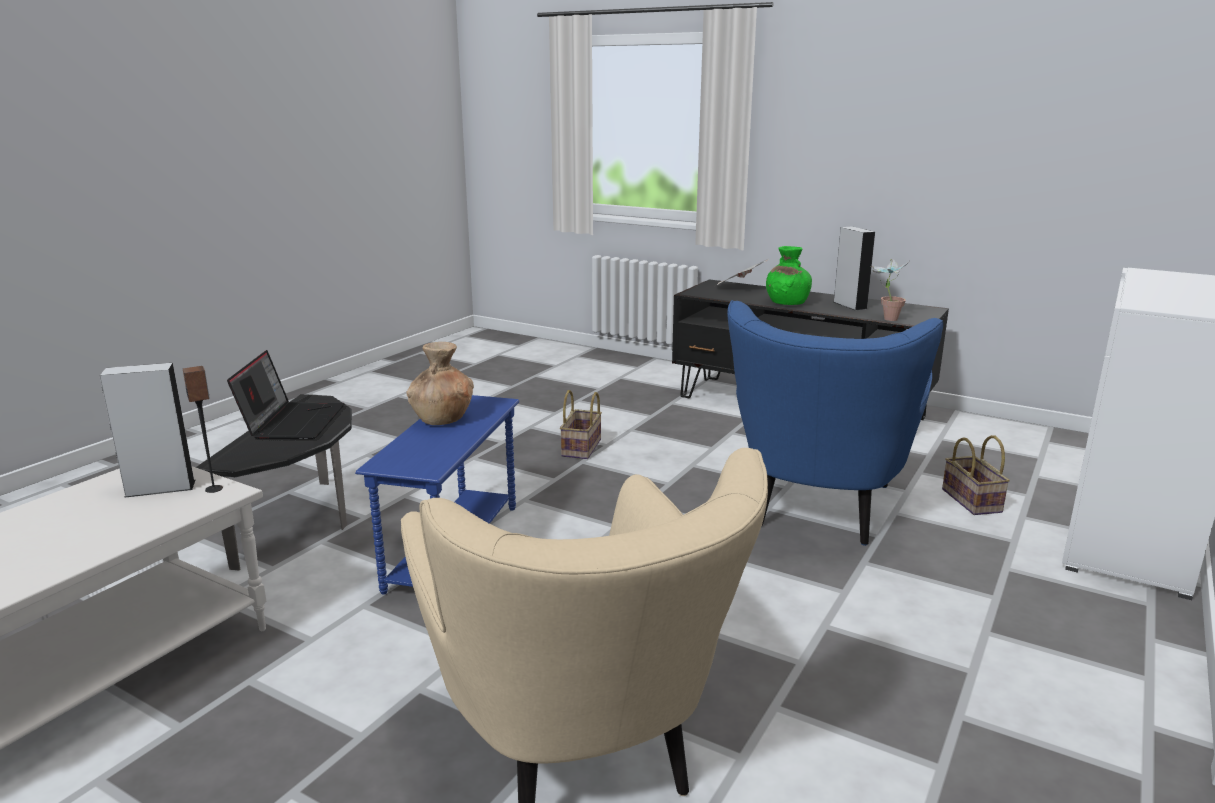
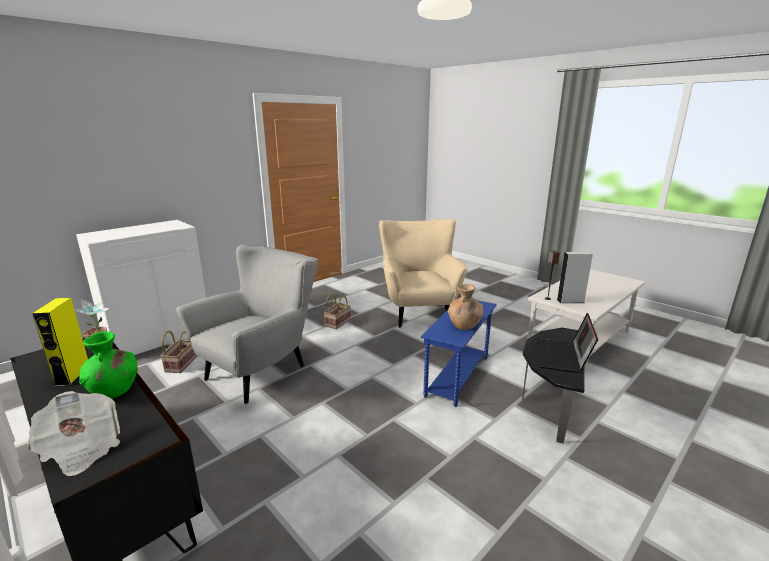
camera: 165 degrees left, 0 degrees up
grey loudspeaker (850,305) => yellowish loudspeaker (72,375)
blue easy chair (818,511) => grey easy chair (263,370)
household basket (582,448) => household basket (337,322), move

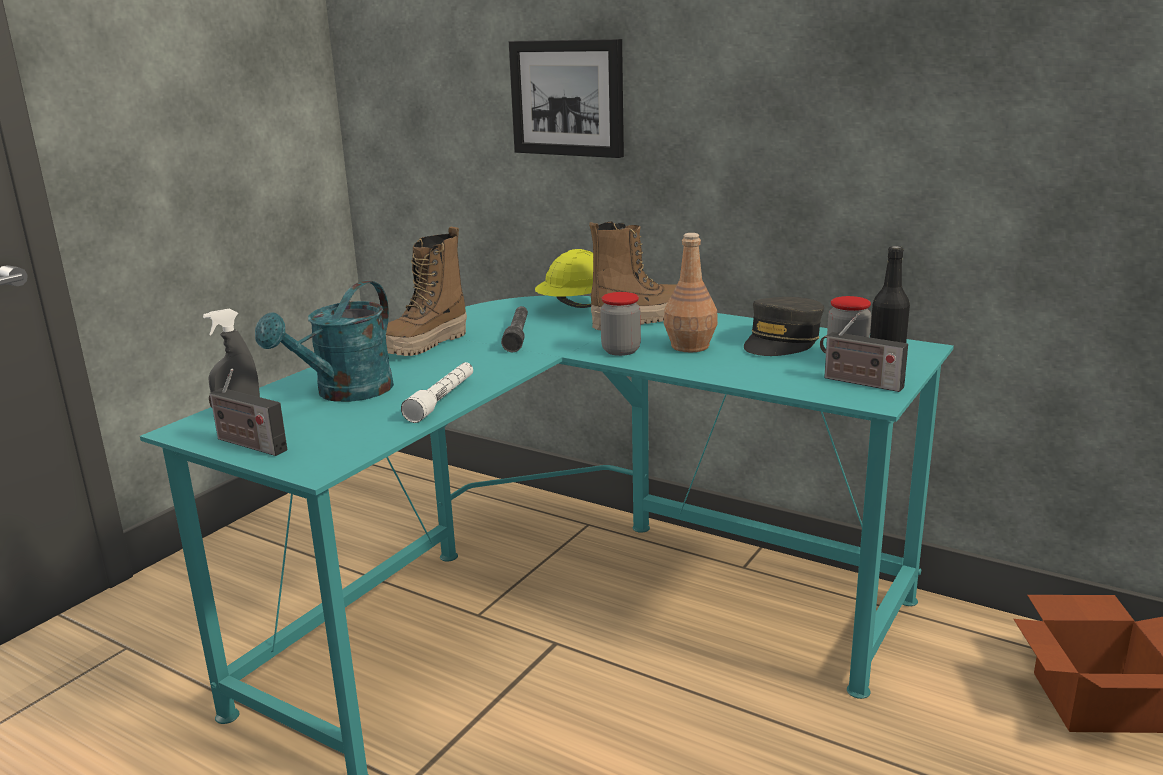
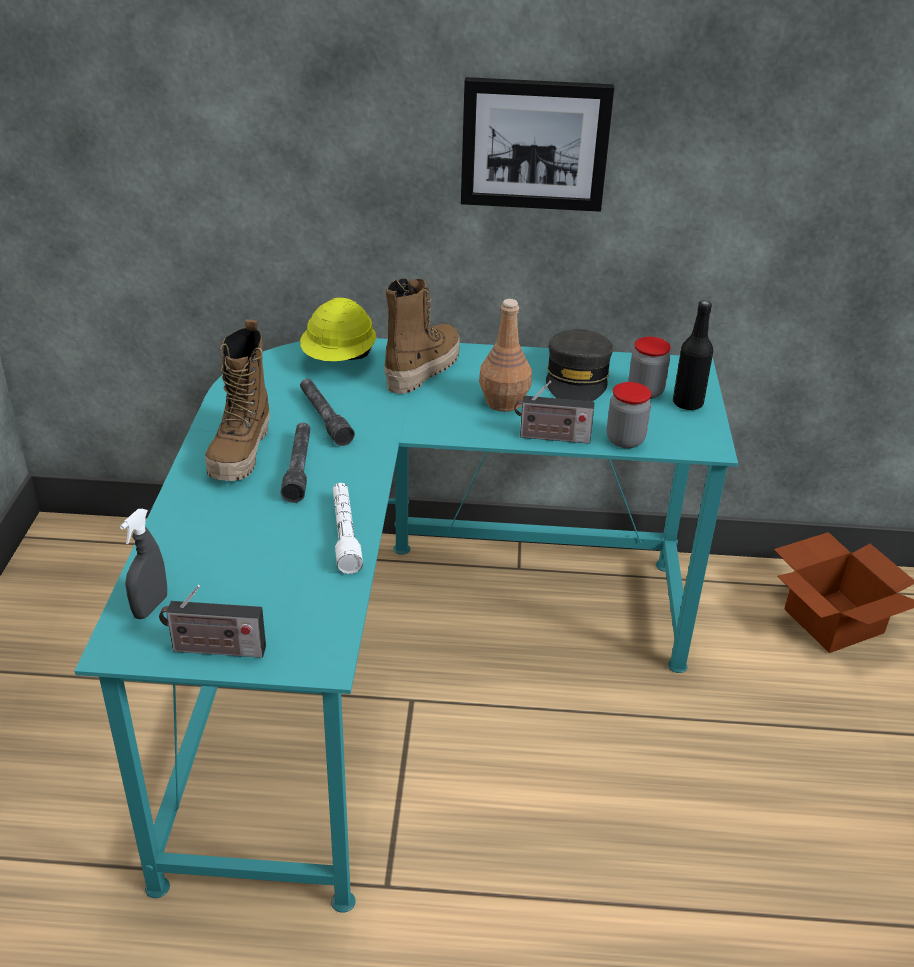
camera: 30 degrees left, 15 degrees up
nothing => grey flashlight (298,468)
wall picture (568,98) => wall picture (534,144), move
radio (859,382) => radio (551,437), move
preserve jar (621,351) => preserve jar (625,440), move
turquoise-coloured sprinkling can (345,393) => nothing

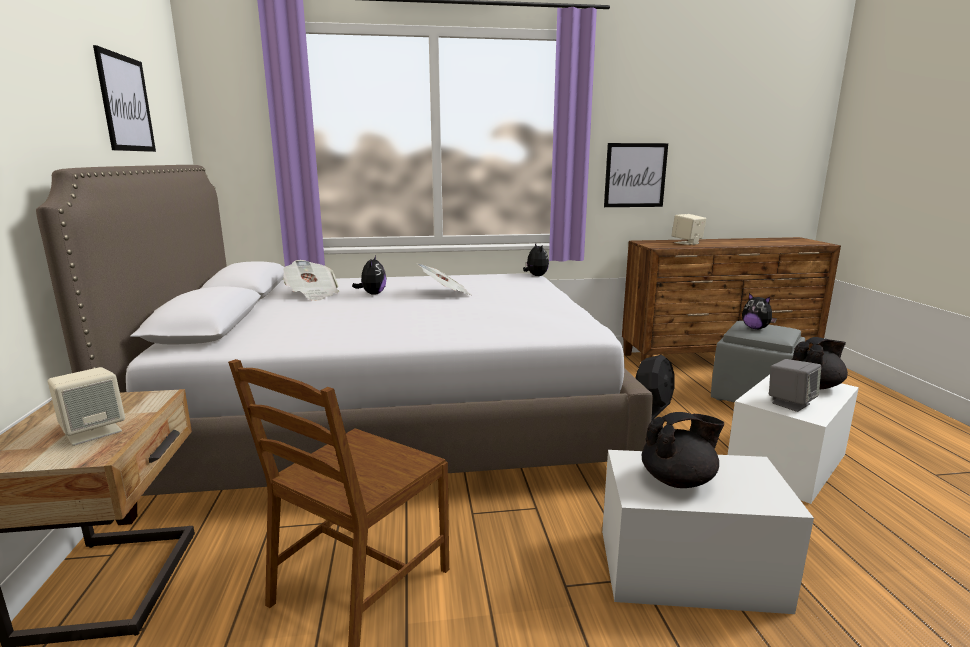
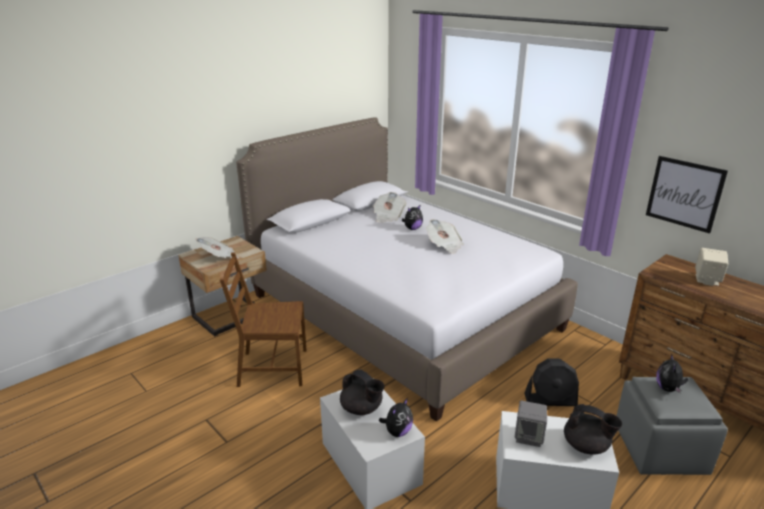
camera: 55 degrees right, 10 degrees up
beige loudspeaker (93,432) => newspaper (219,257)
plush toy (535,276) => plush toy (397,432), move
wall picture (126,103) => nothing

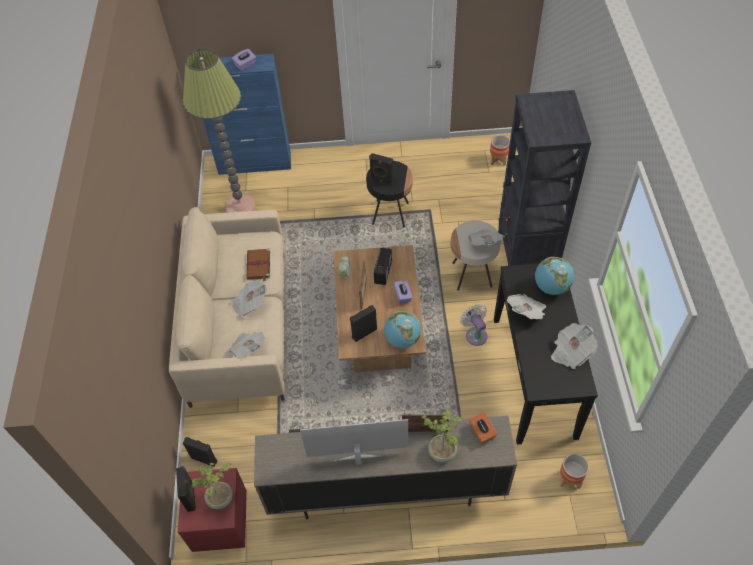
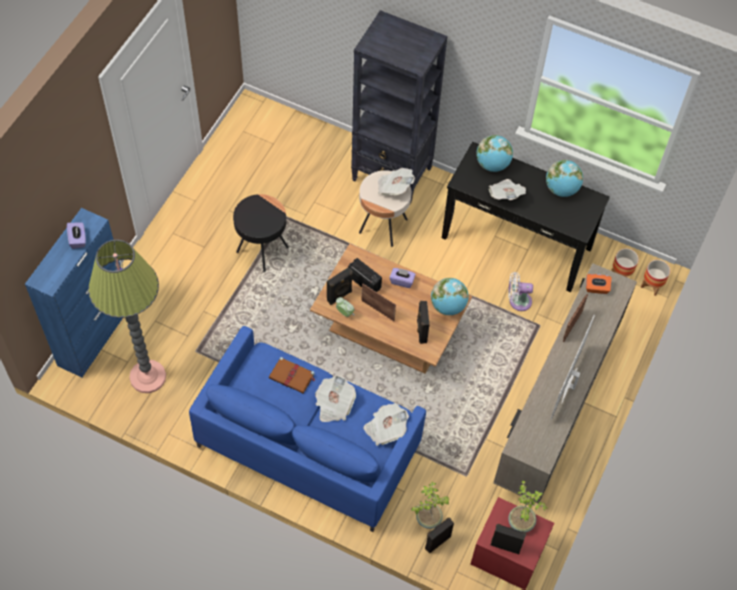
camera: 65 degrees left, 5 degrees up
beige couch (240,328) => blue couch (308,447)
blackish loudspeaker (381,181) => blackish loudspeaker (340,296), move
plant in a pot (442,451) => plant in a pot (428,518), move
white electric fan (475,334) => white electric fan (517,301), move
newspaper (571,352) => world globe (561,189)
plant pot (498,160) => plant pot (652,285), move

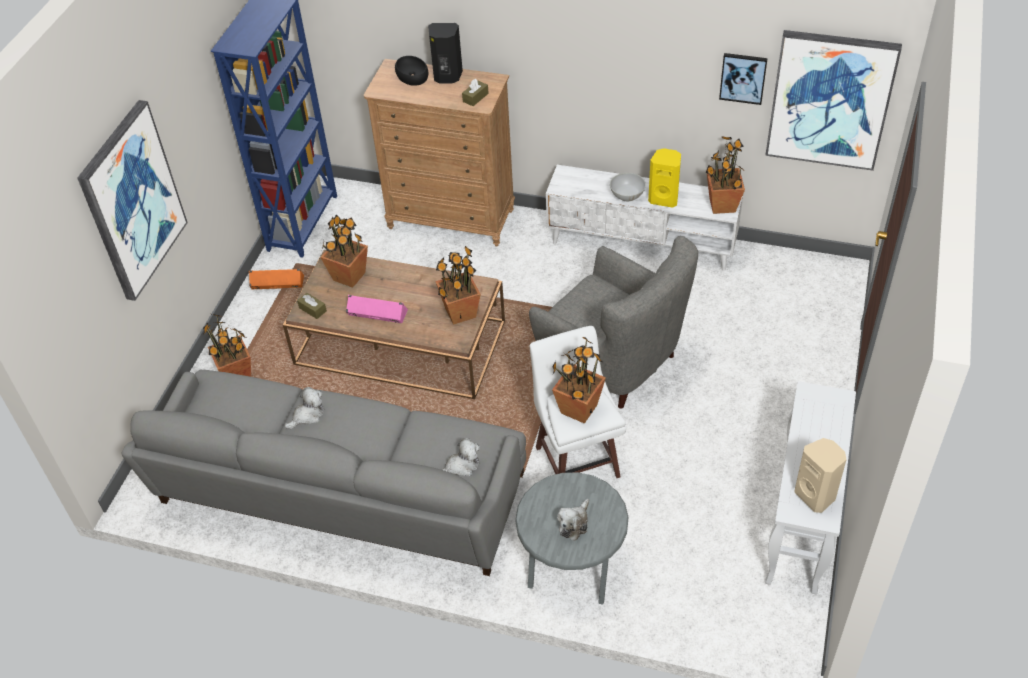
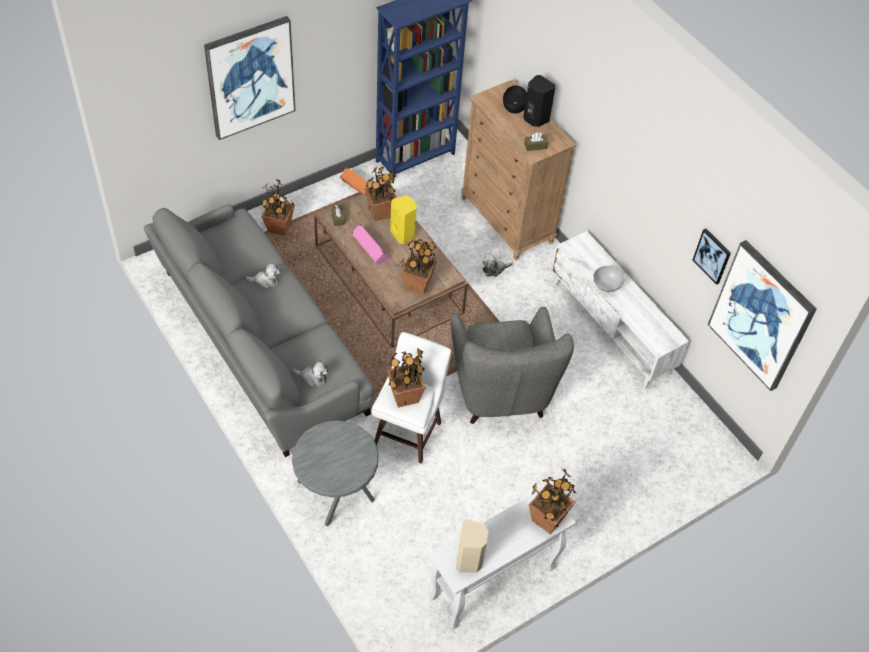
camera: 35 degrees right, 5 degrees up
yellowish loudspeaker (664,198) => yellowish loudspeaker (403,234), move
plush toy (574,524) => plush toy (494,269), move
plant in a pot (721,205) => plant in a pot (547,519), move

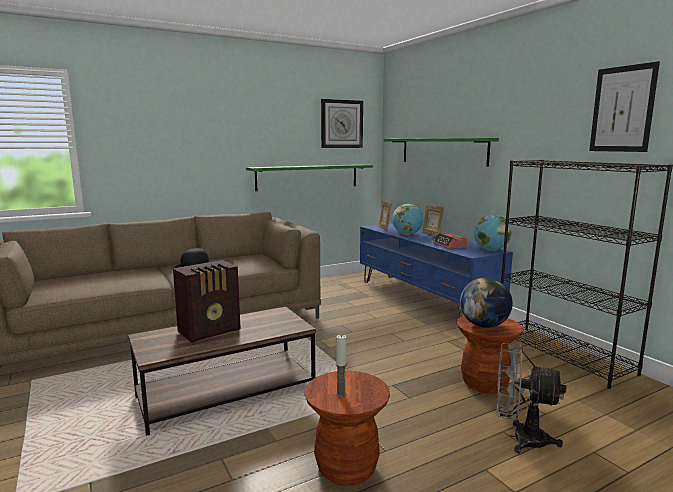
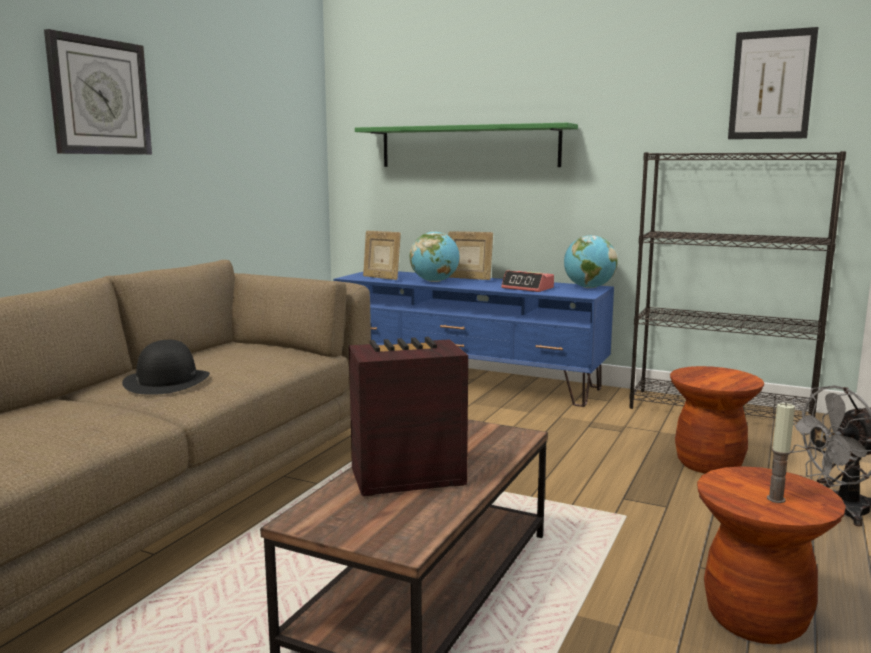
camera: 35 degrees left, 0 degrees up
clock on the wall (341,124) => clock on the wall (99,97), move
radio (211,331) => radio (405,477), 120 degrees counterclockwise
green-coloured bracket shelf (307,177) => nothing
world globe (484,325) => nothing

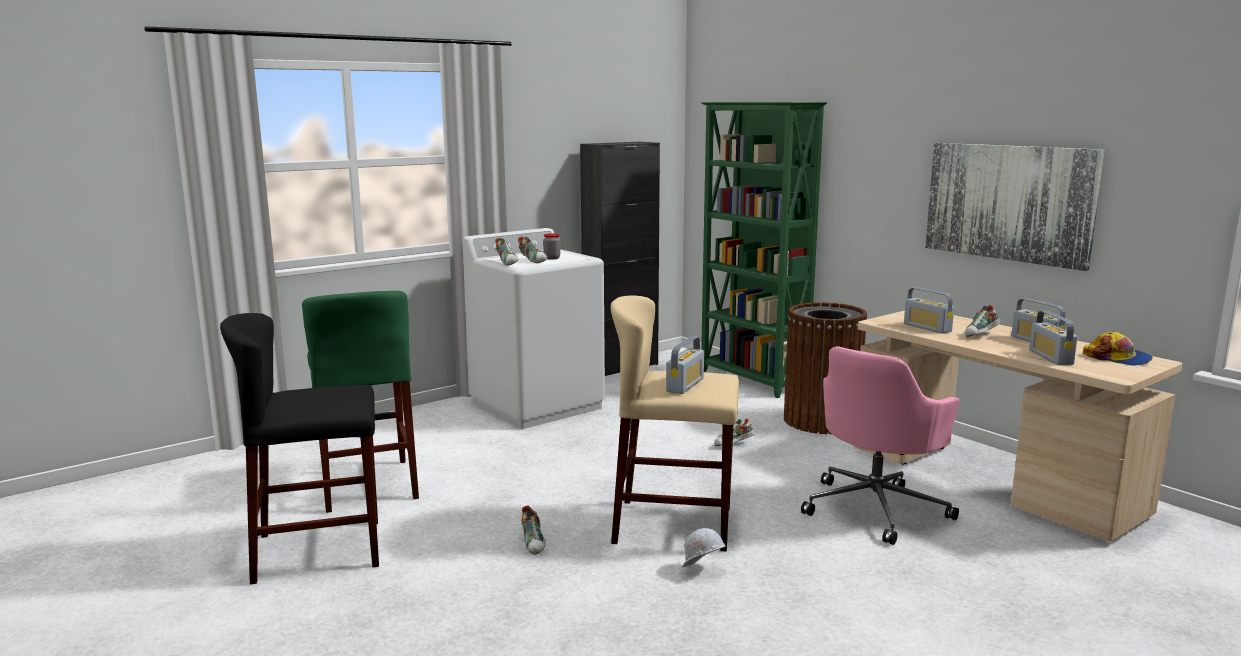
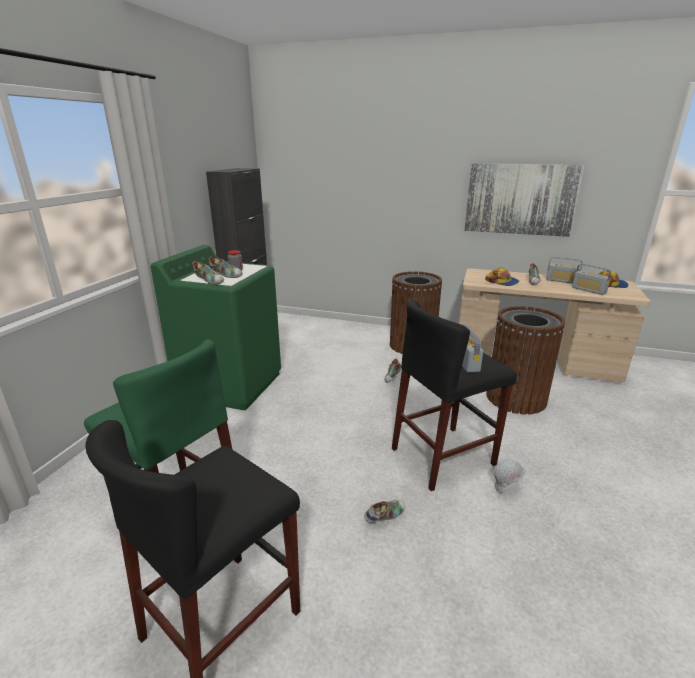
camera: 35 degrees left, 10 degrees up
white washing machine (537,405) => green-coloured washing machine (231,384)
item of footwear (534,543) => item of footwear (385,517), 75 degrees counterclockwise
beige stool seat (673,525) => blackish stool seat (443,456)
radio (927,328) => baseball cap (502,282)
pink office chair (876,508) => brownish rubbish bin (515,398)
green-coloured bookshelf (753,380) => nothing

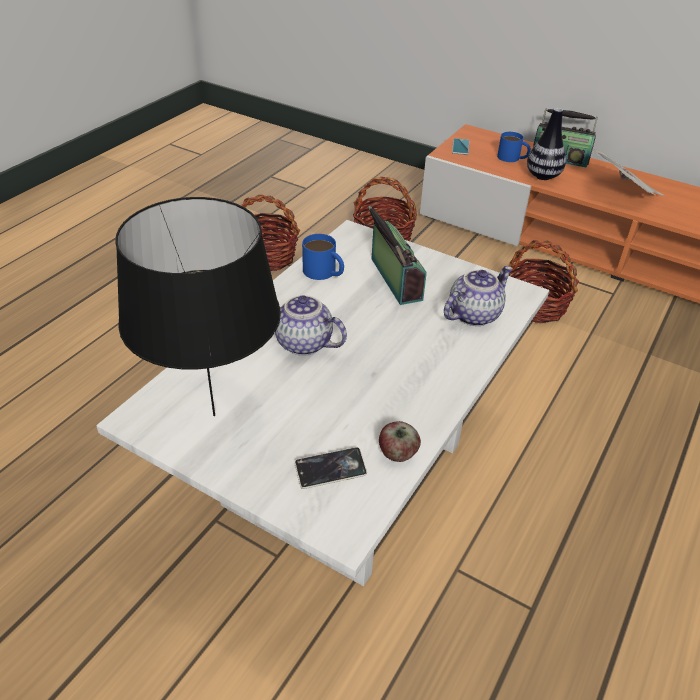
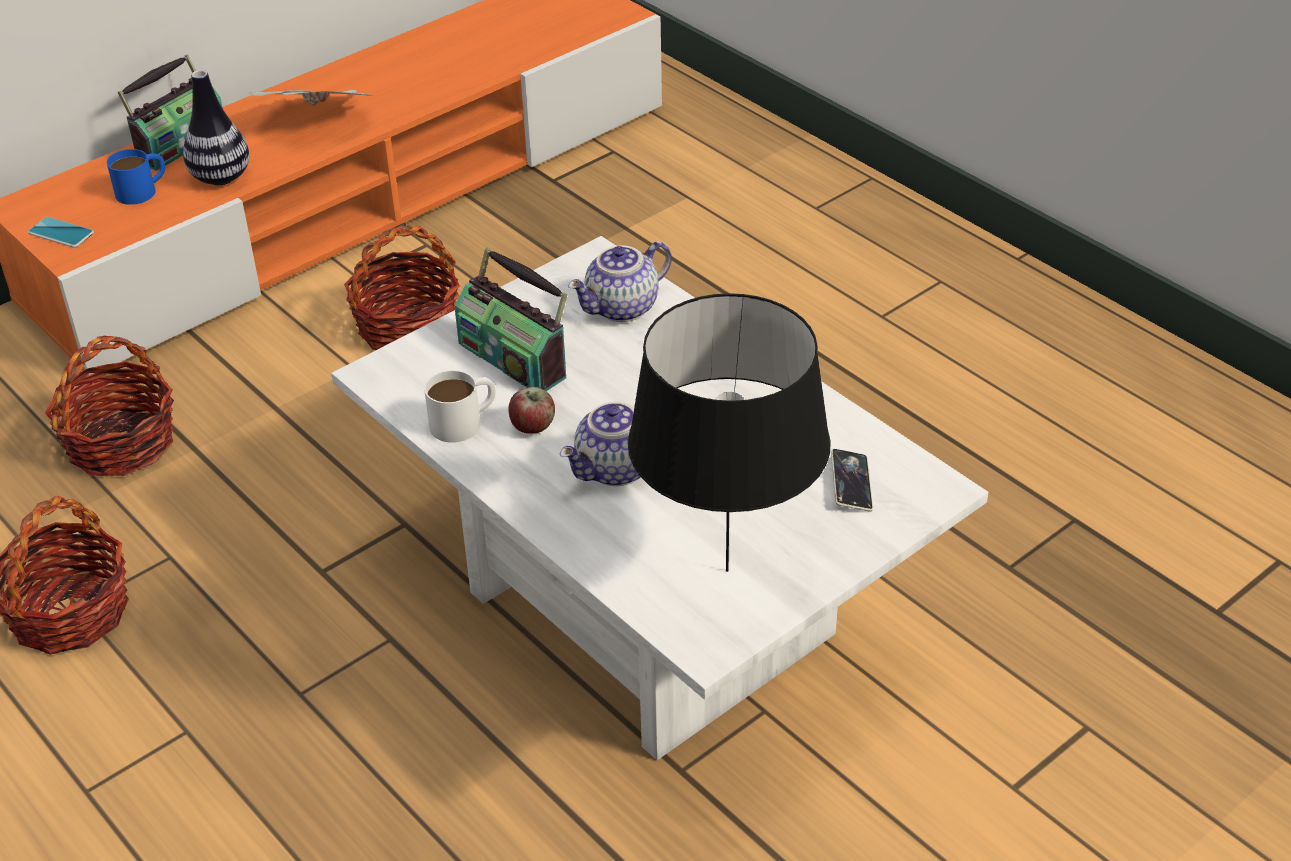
camera: 70 degrees left, 0 degrees up
blue coffee mug (324,273) => white coffee mug (464,421)
radio (394,279) => radio (514,358), 135 degrees counterclockwise
apple (397,454) => apple (533,427), move
pot for tea (473,314) => pot for tea (622,309), 105 degrees counterclockwise

